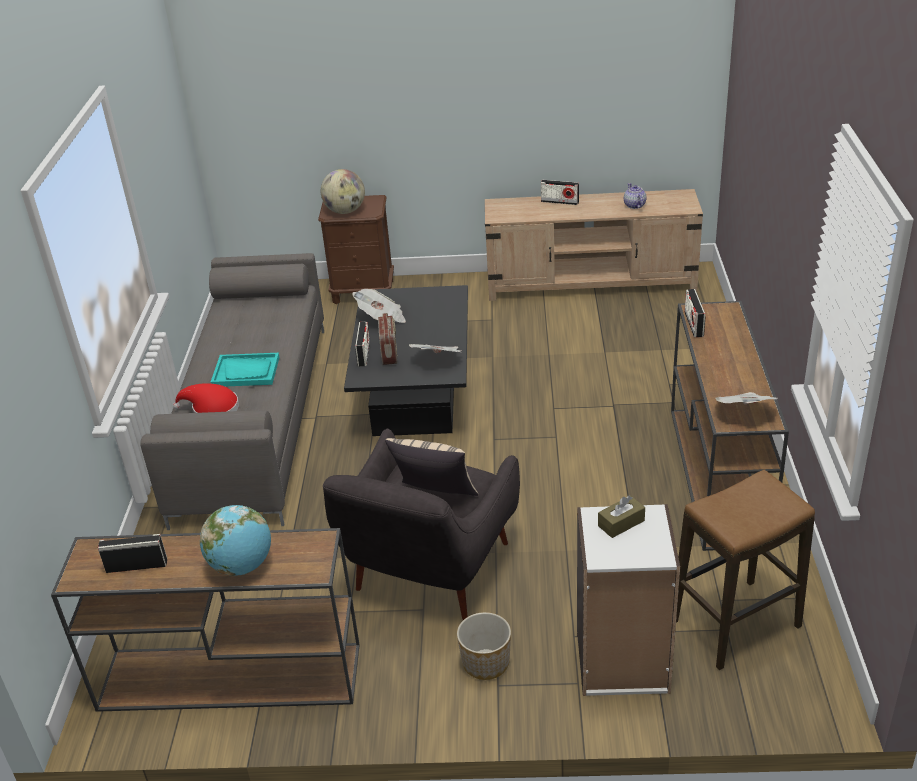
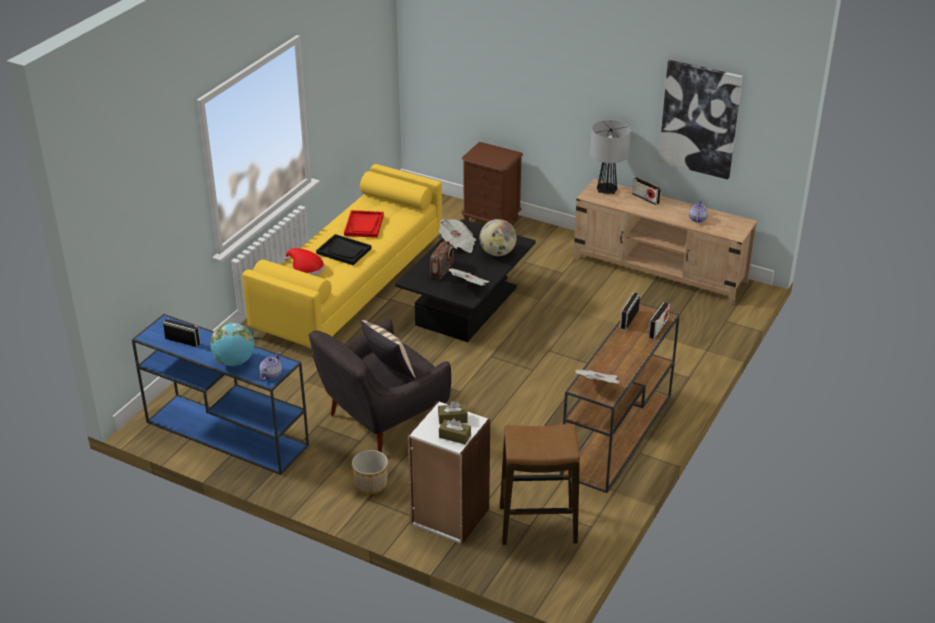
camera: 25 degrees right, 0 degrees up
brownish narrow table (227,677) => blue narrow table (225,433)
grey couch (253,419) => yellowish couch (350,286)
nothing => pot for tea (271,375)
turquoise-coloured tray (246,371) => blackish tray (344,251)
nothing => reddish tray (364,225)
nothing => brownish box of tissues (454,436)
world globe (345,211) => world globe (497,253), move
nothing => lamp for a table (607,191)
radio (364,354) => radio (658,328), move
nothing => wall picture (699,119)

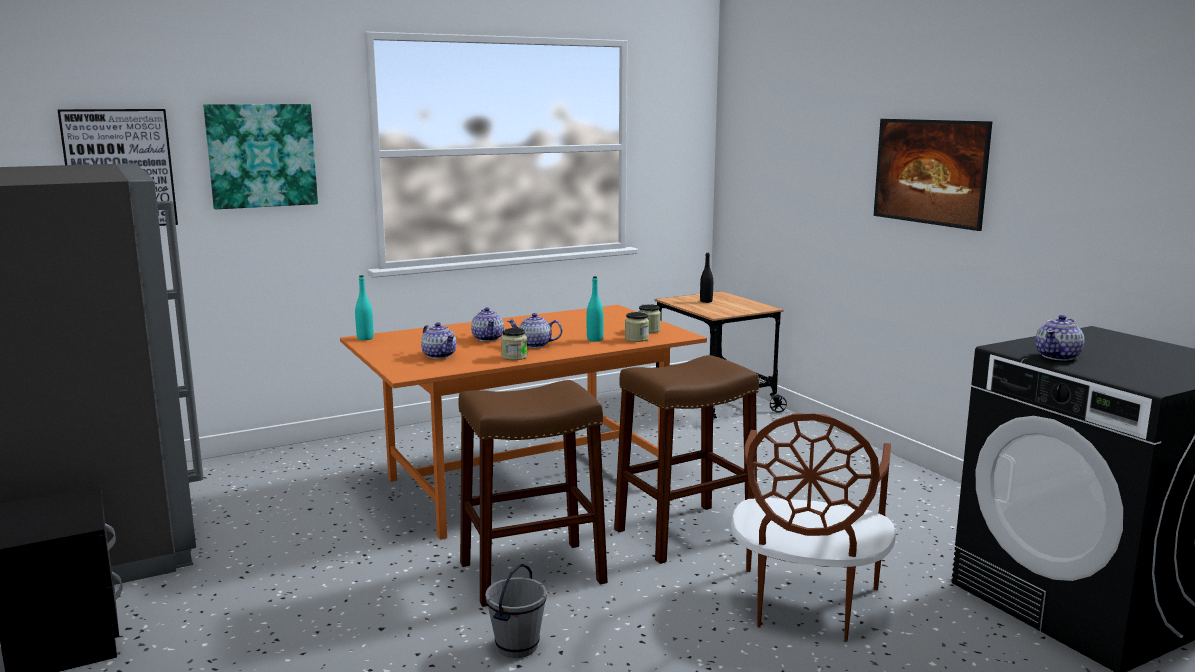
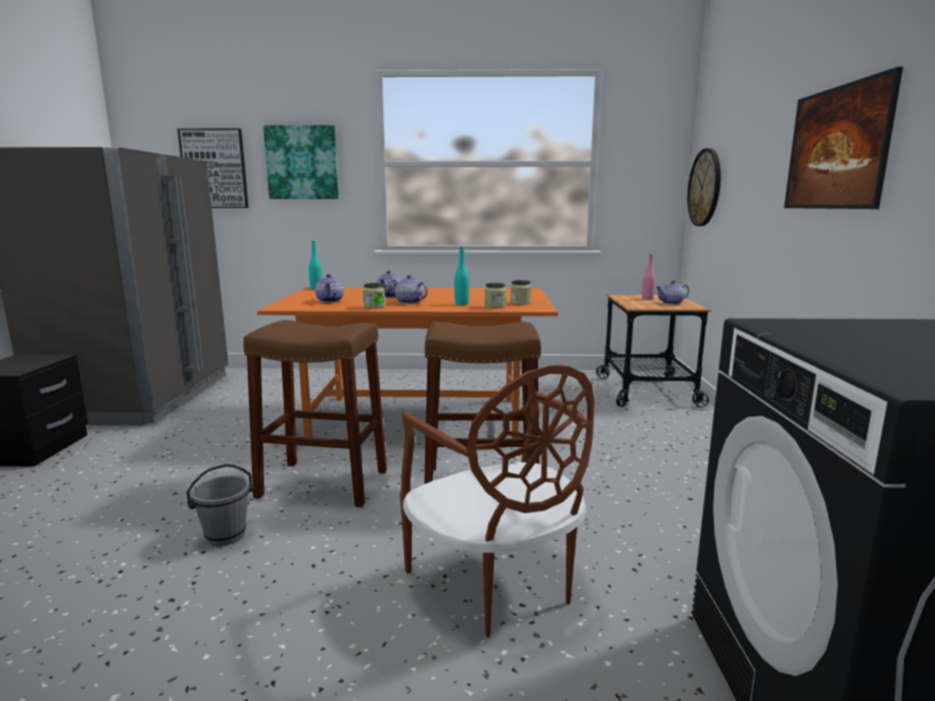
camera: 30 degrees right, 0 degrees up
brownish plain chair (805,605) => brownish plain chair (497,584), 75 degrees counterclockwise
blackish drink bottle (706,301) => pink drink bottle (647,299)
pot for tea (1058,356) => pot for tea (671,303), move
nothing => clock on the wall (705,187)

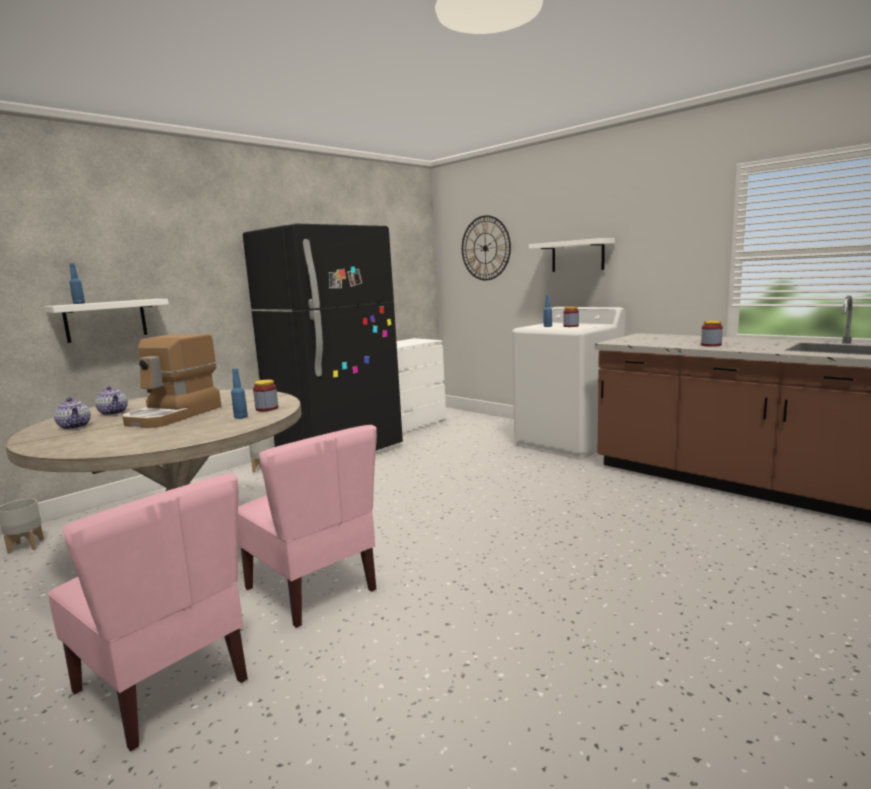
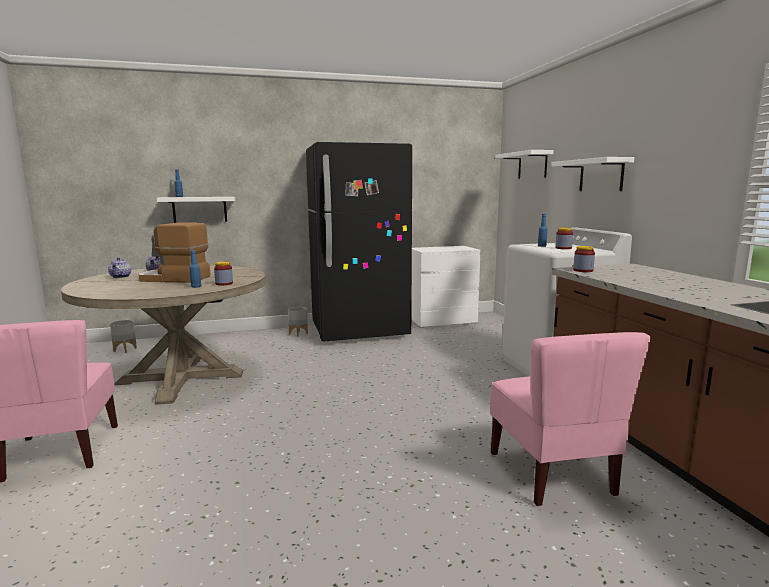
camera: 30 degrees right, 0 degrees up
coffee machine (174,415) => coffee machine (174,279), 45 degrees clockwise
pink plain chair (313,589) => pink plain chair (552,473), move
clock on the wall (485,248) => white bracket shelf (532,165)
preserve jar (711,345) => preserve jar (583,270), move

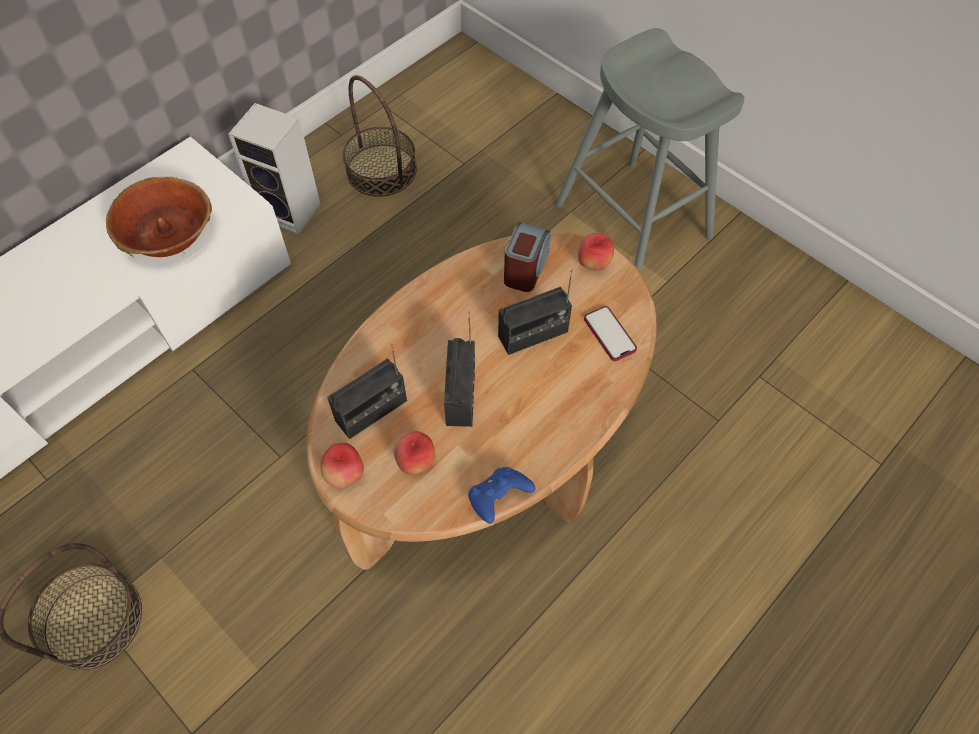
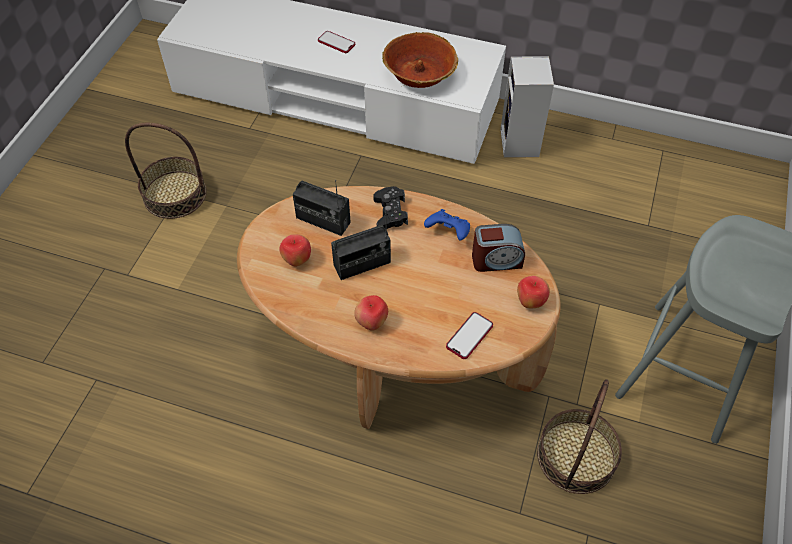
camera: 65 degrees right, 5 degrees down
nothing => handset (336,43)
apple (345,475) => apple (371,322), move
nothing => blackish joypad (390,213)
blue joypad (498,499) => blue joypad (448,233), move
household basket (381,170) => household basket (576,456), move
radio (533,334) => nothing

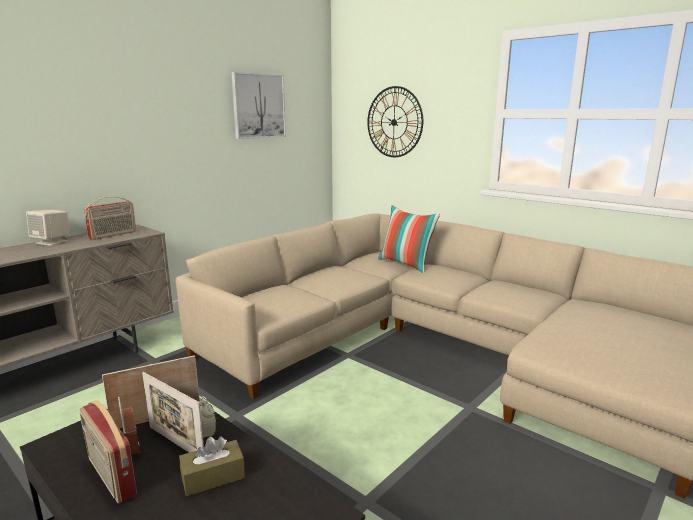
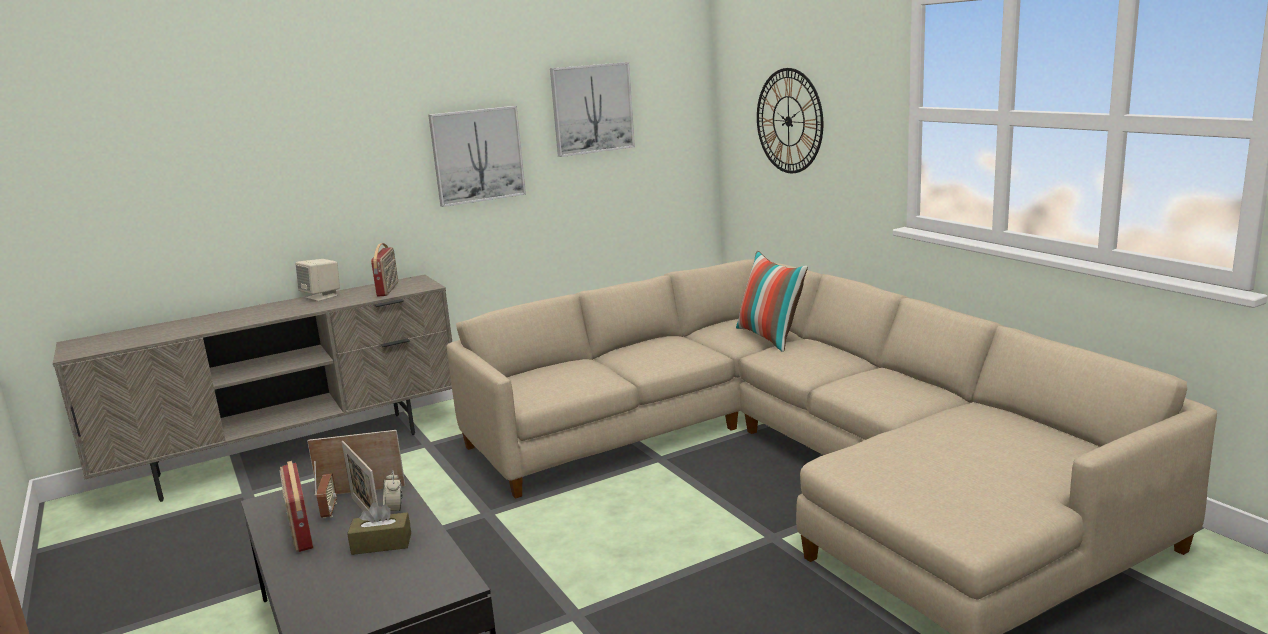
camera: 20 degrees right, 0 degrees up
radio (113,235) => radio (388,289), 60 degrees counterclockwise
nothing => wall picture (477,155)

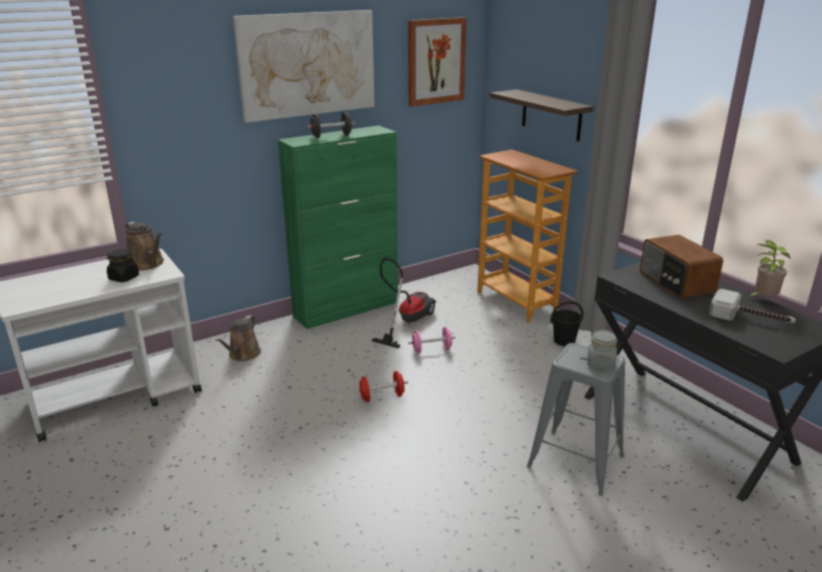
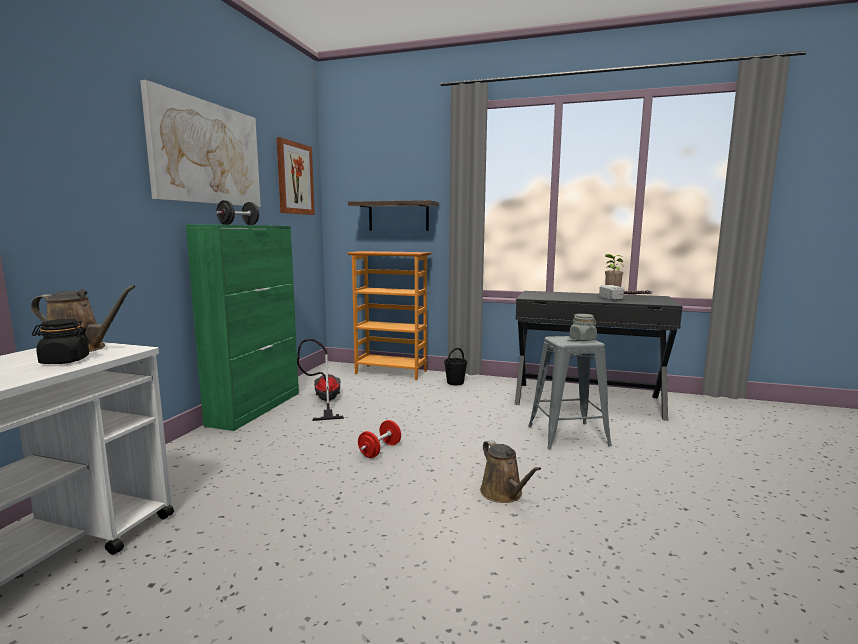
camera: 40 degrees left, 15 degrees down
brownish sprinkling can (243,355) => brownish sprinkling can (504,494), move
pink dumbbell (431,350) => nothing
radio (675,283) => nothing

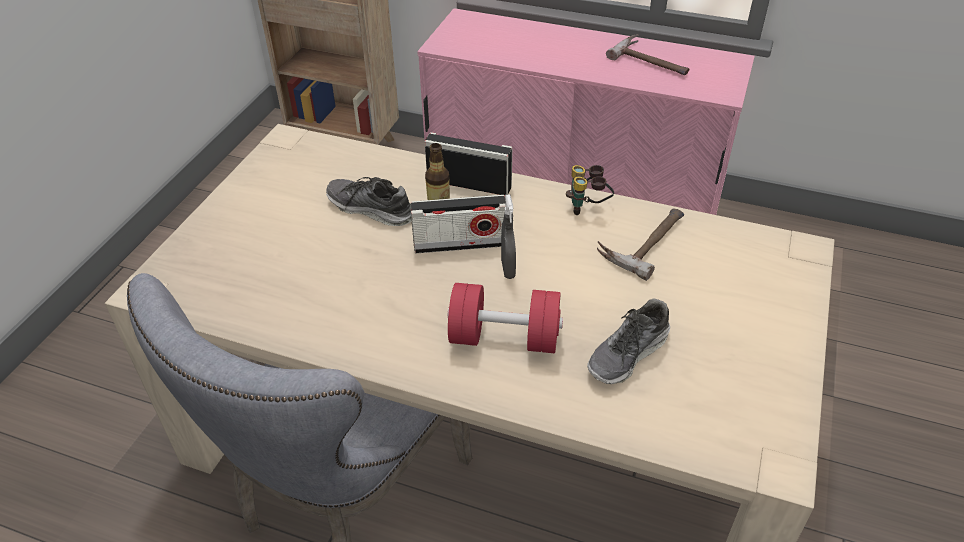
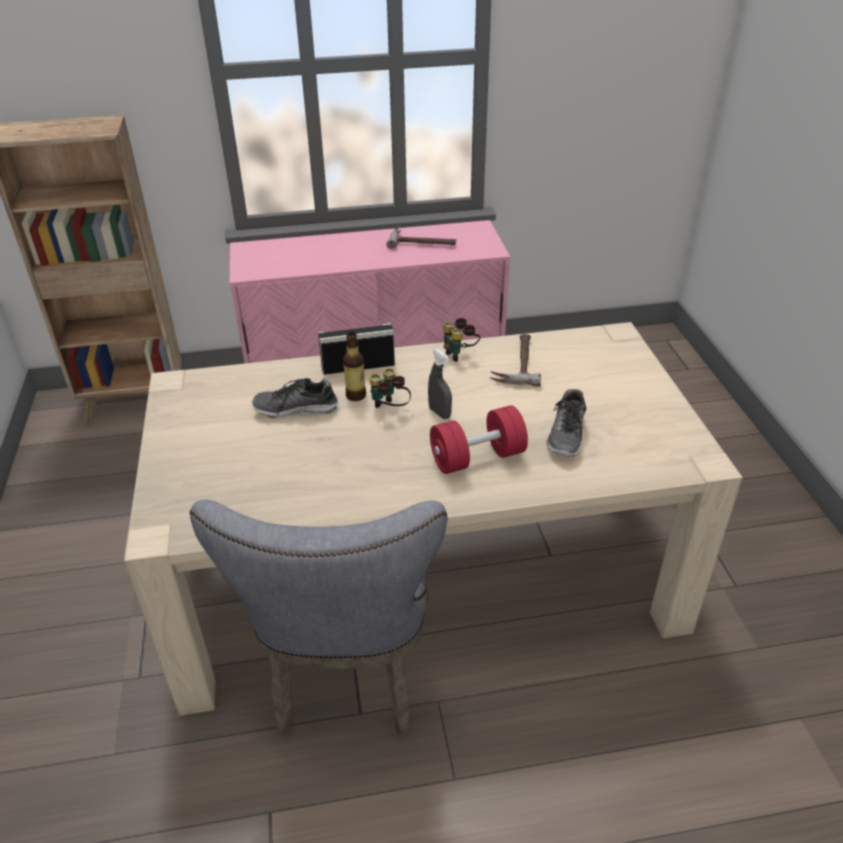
camera: 30 degrees left, 5 degrees down
radio (460,244) => field glasses (389,409)

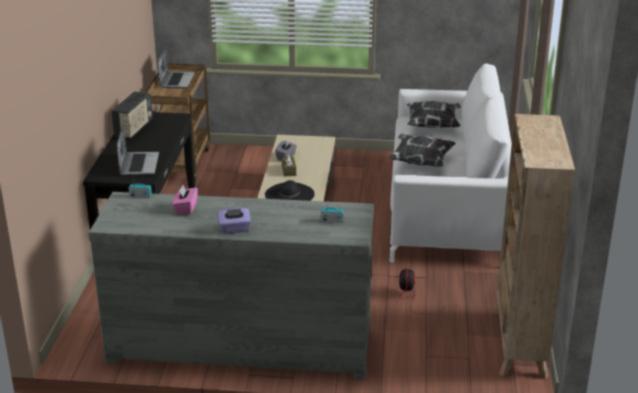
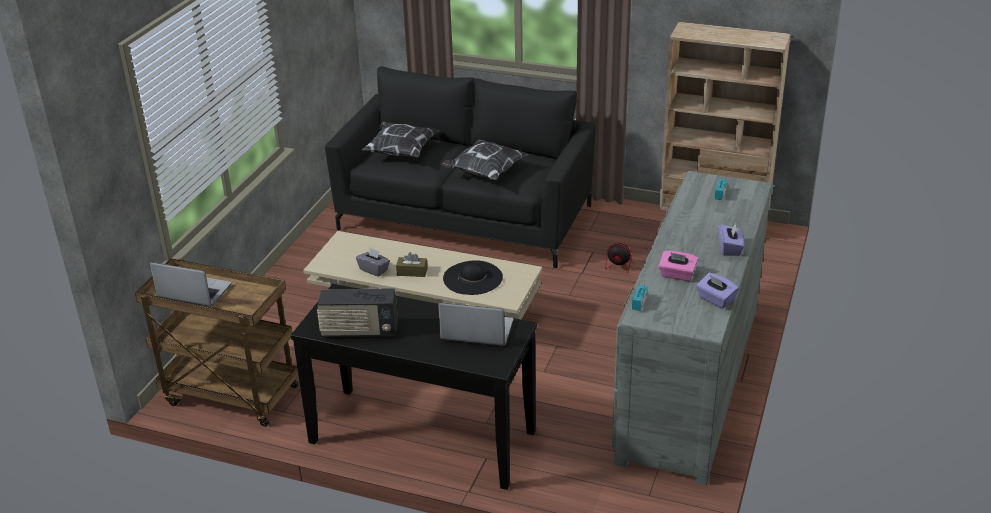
camera: 75 degrees left, 5 degrees up
radio (134,129) => radio (359,331), 150 degrees clockwise
white couch (447,210) => blackish couch (465,217)
nothing => purple box of tissues (715,300)

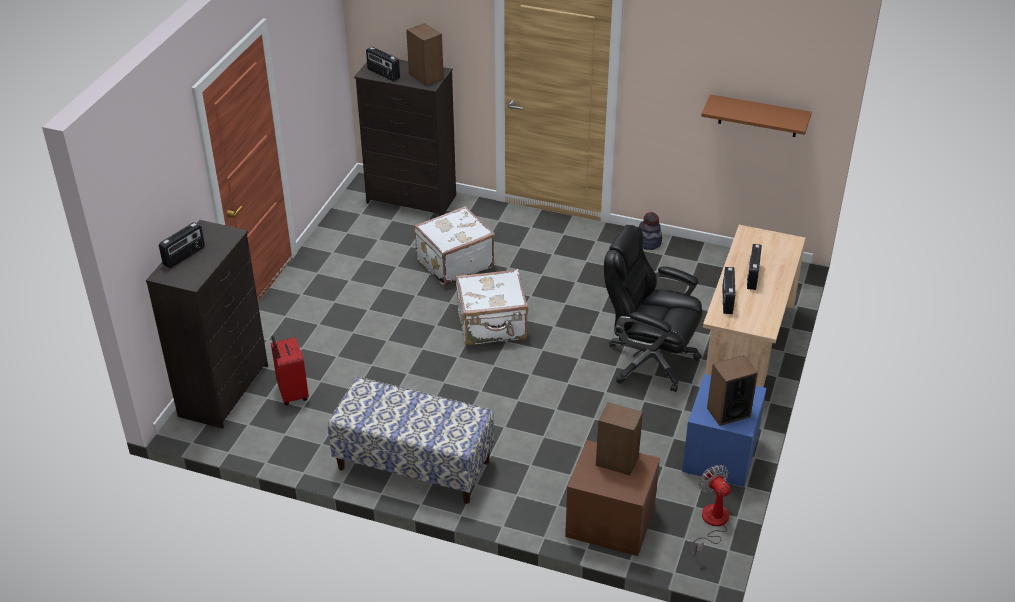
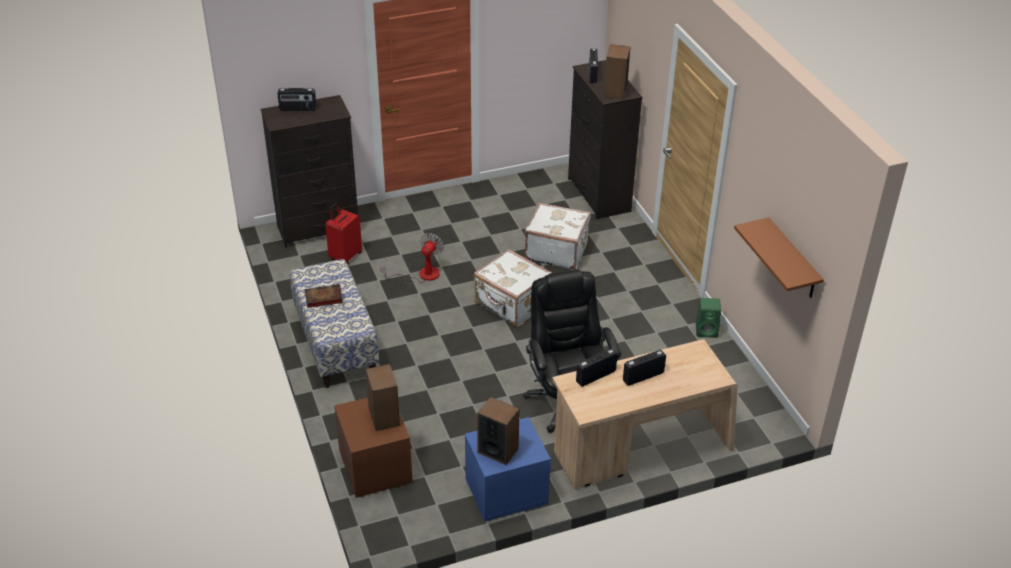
camera: 50 degrees right, 0 degrees up
nothing => book (322,298)
electric fan (712,523) => electric fan (421,275), move
clothing hat (648,242) => green-coloured loudspeaker (707,331)

